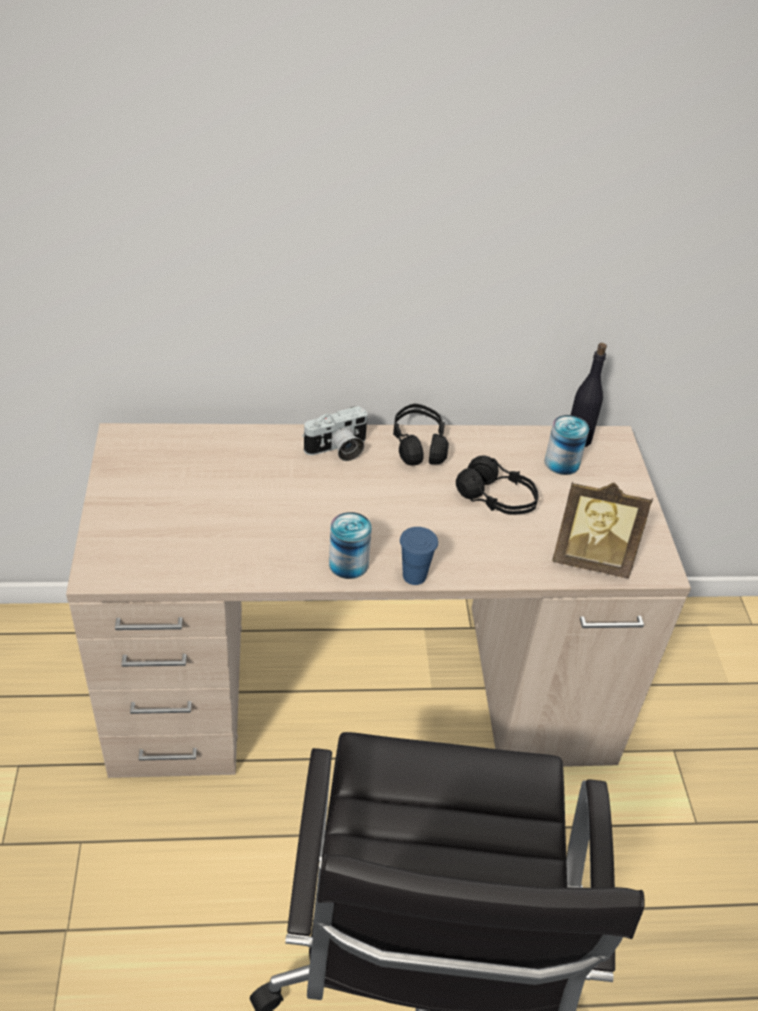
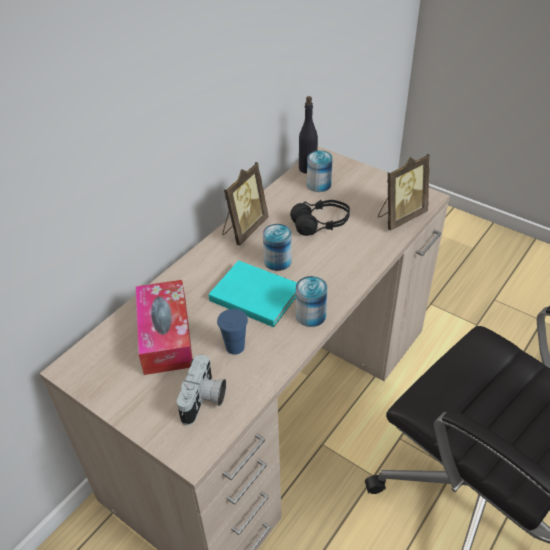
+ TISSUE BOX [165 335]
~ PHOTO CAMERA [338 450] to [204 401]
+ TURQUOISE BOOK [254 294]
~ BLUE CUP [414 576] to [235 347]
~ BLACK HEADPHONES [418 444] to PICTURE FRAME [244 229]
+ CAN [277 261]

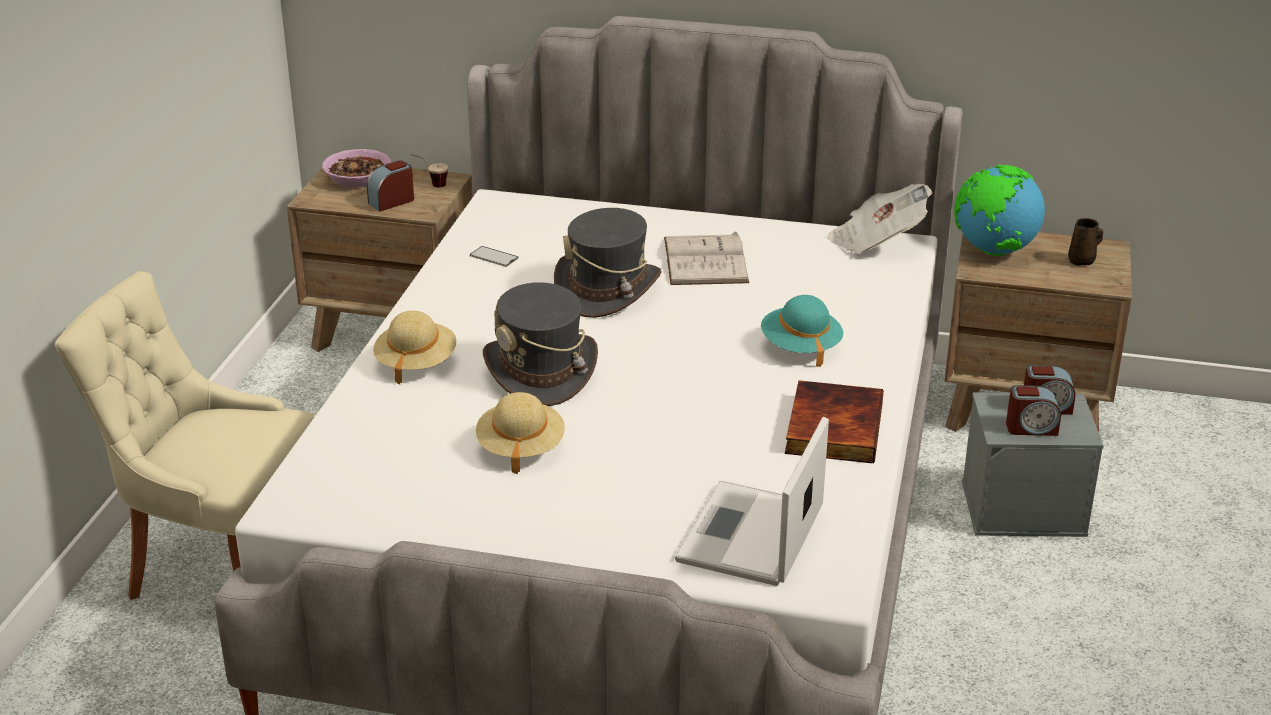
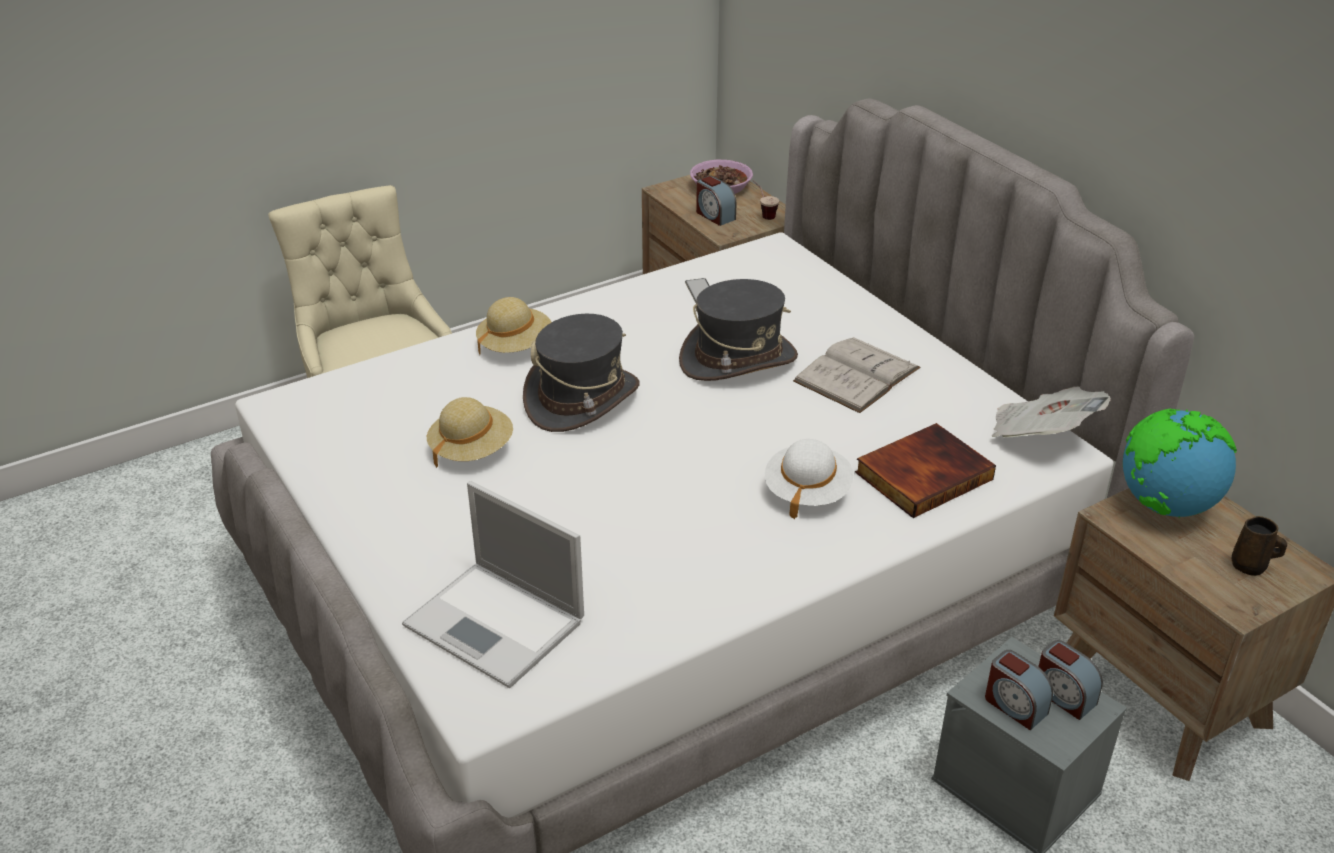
~ LAPTOP [750 537] = [497 624] 120 degrees counterclockwise
~ ALARM CLOCK [392 201] = [714 215] 135 degrees counterclockwise
~ TURQUOISE HAT [800 347] to WHITE HAT [807 492]
~ BOOK [831 427] to [923 474]

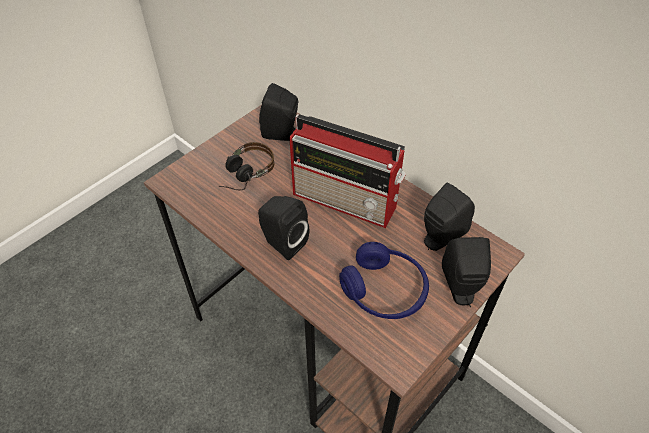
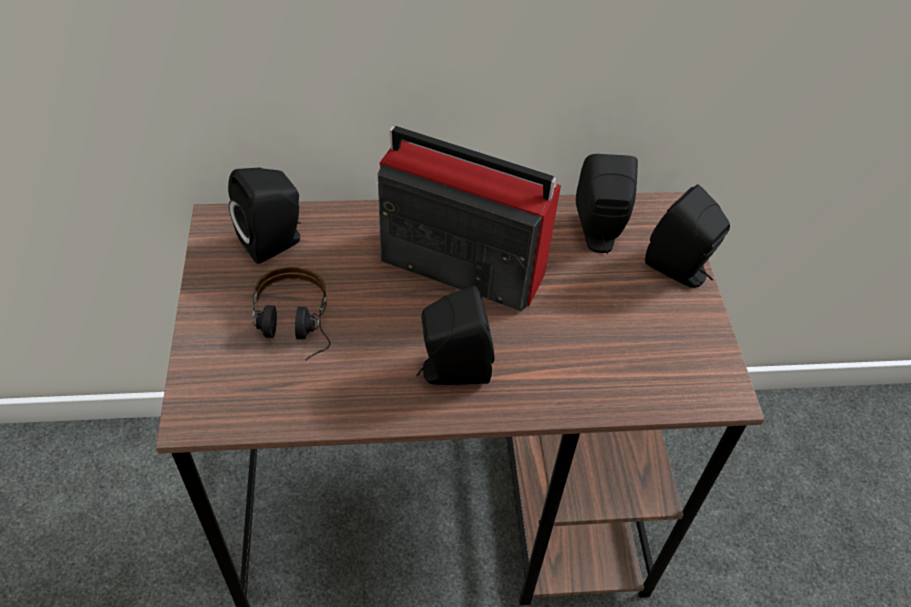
~ RADIO [347 200] = [458 265] 135 degrees counterclockwise
- BLUE HEADPHONES [384 291]

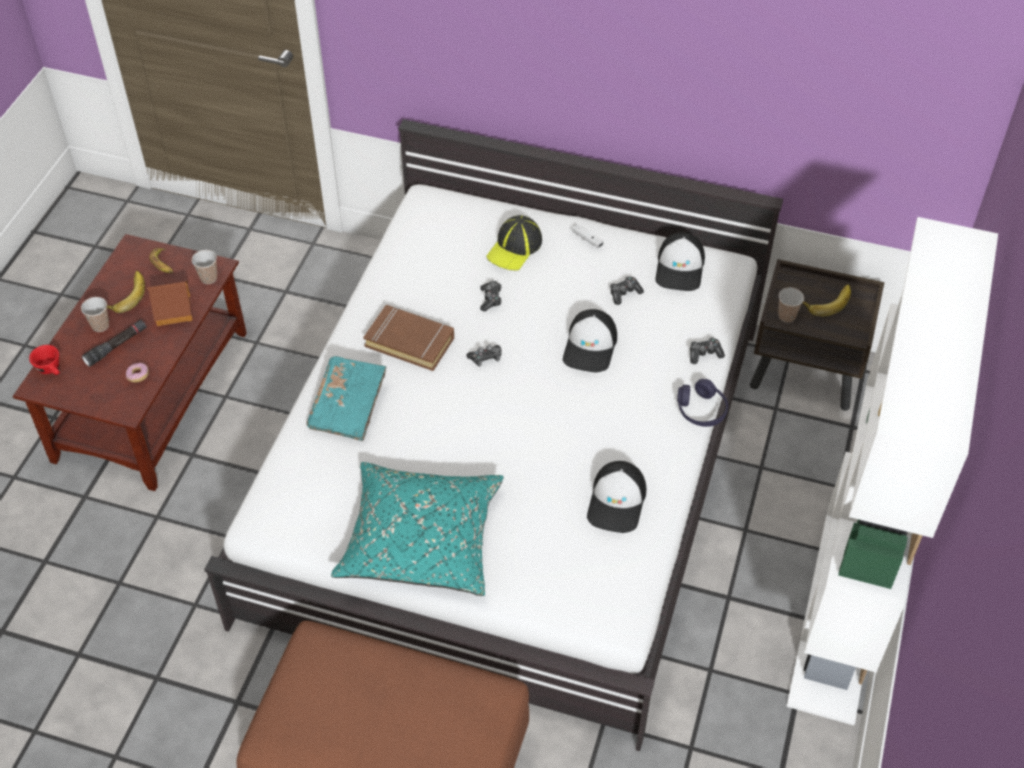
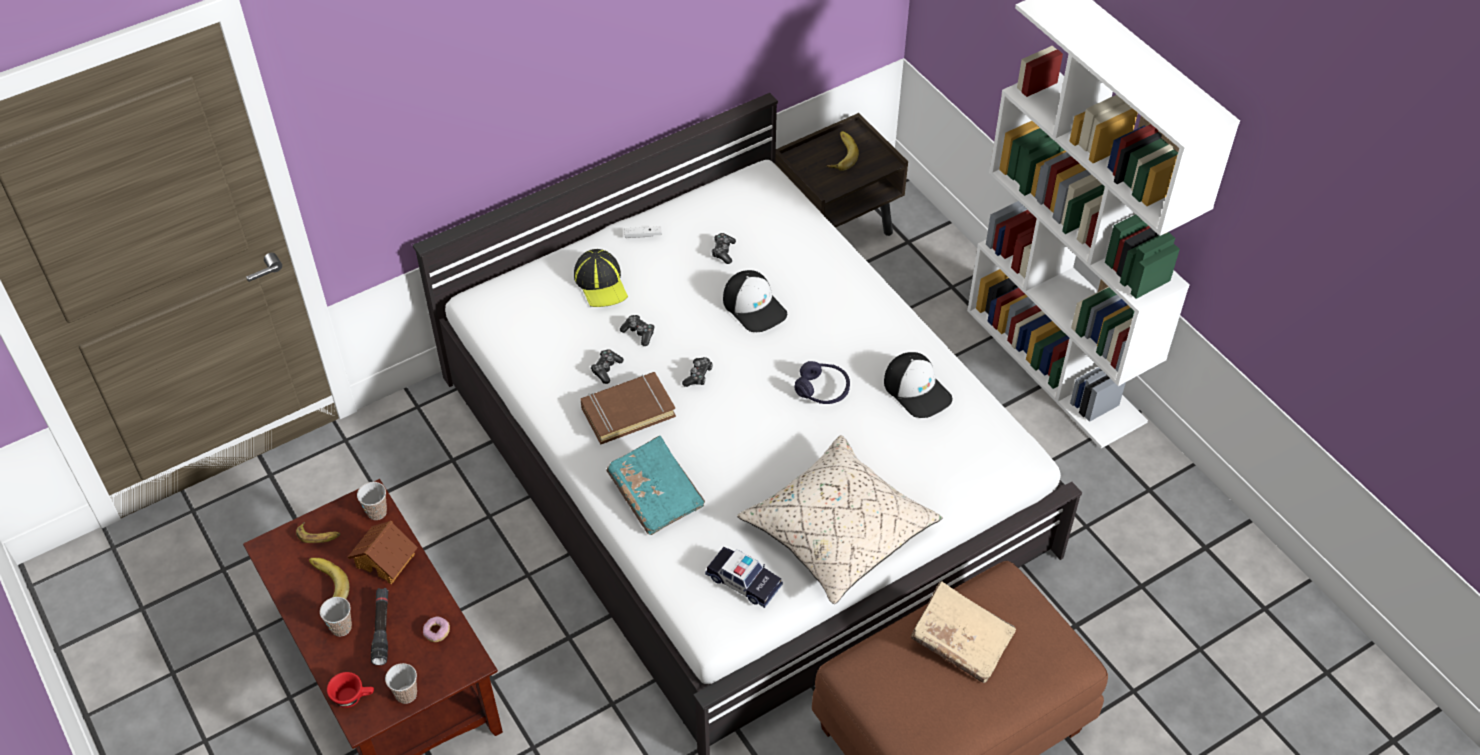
~ CUP [786 316] to [406 694]
~ GAME CONTROLLER [704 354] to [606 369]
+ TOY CAR [743 581]
~ TURQUOISE PILLOW [421 540] to BEIGE PILLOW [837 531]
~ PURPLE HEADPHONES [701 410] to [822 389]
+ BEIGE BOOK [961 640]
- CAP [680 268]

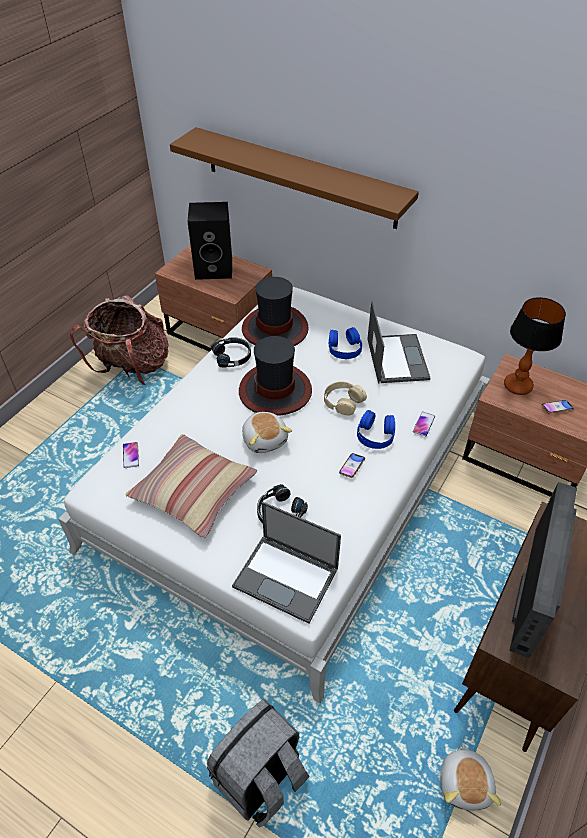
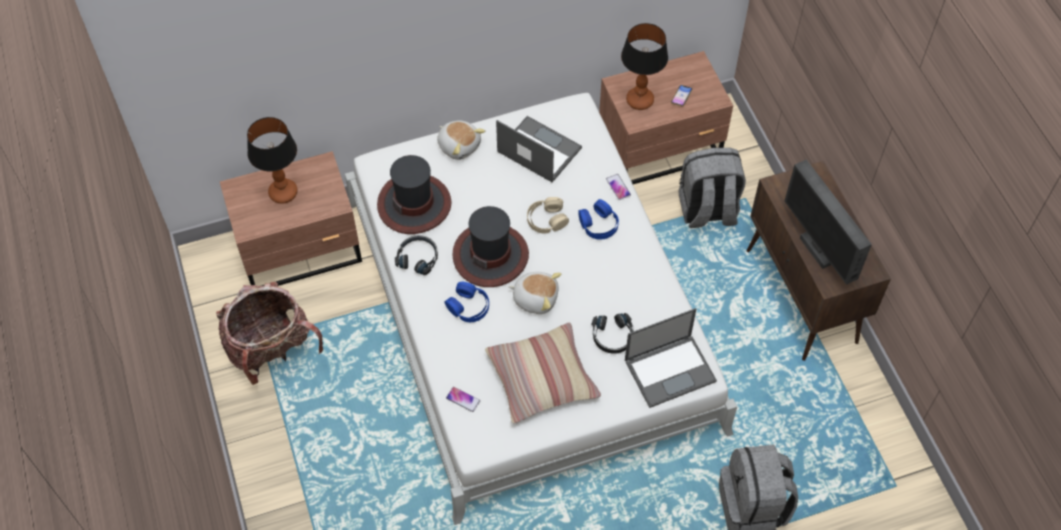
~ BLACK SPEAKER [215 268] to TABLE LAMP [283 192]
~ PLUSH TOY [465 783] to [459 145]
~ BLUE HEADPHONES [344 348] to [468 306]
+ GREY BACKPACK [707 211]
- BROWN SHELF [299 178]
- PHONE [352 467]

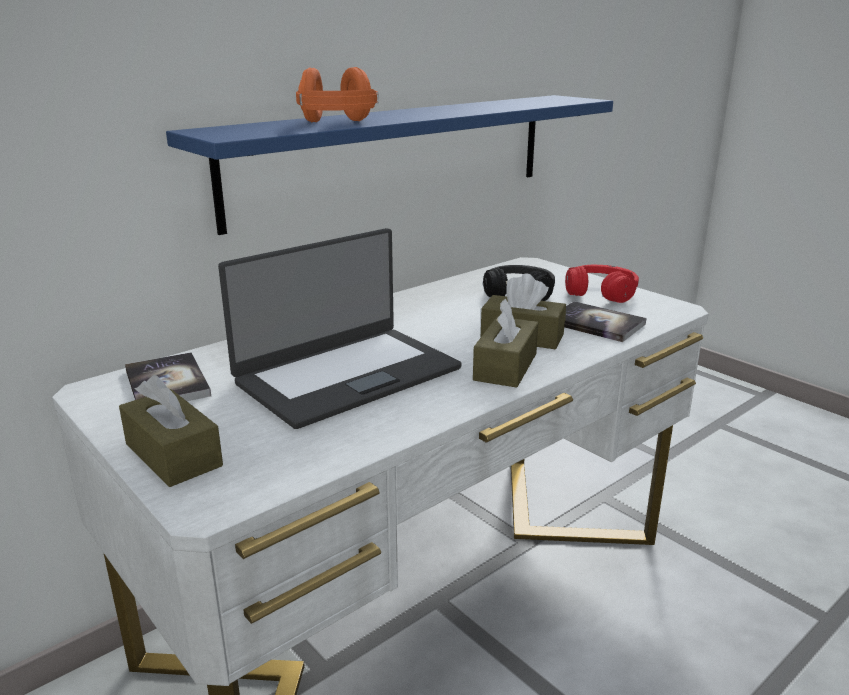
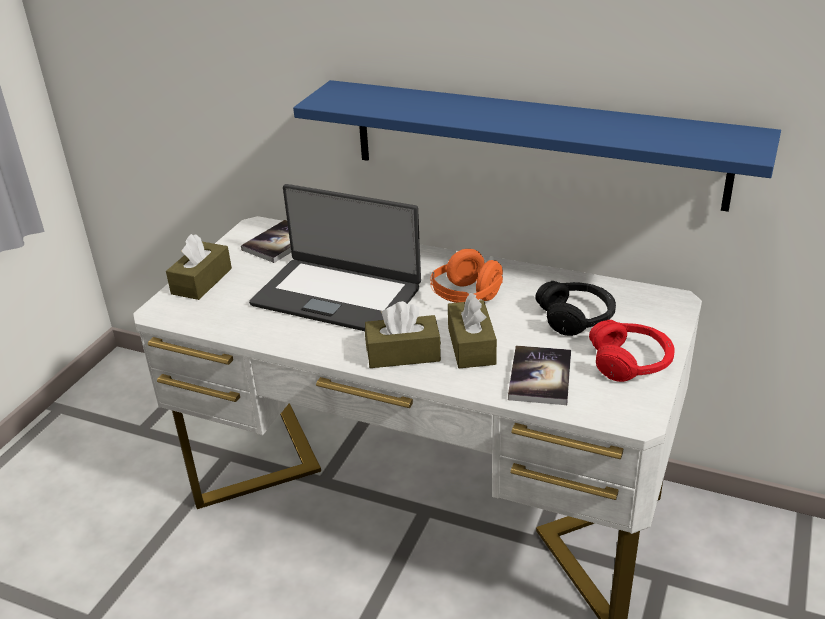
~ ORANGE HEADPHONES [337 124] to [466 297]

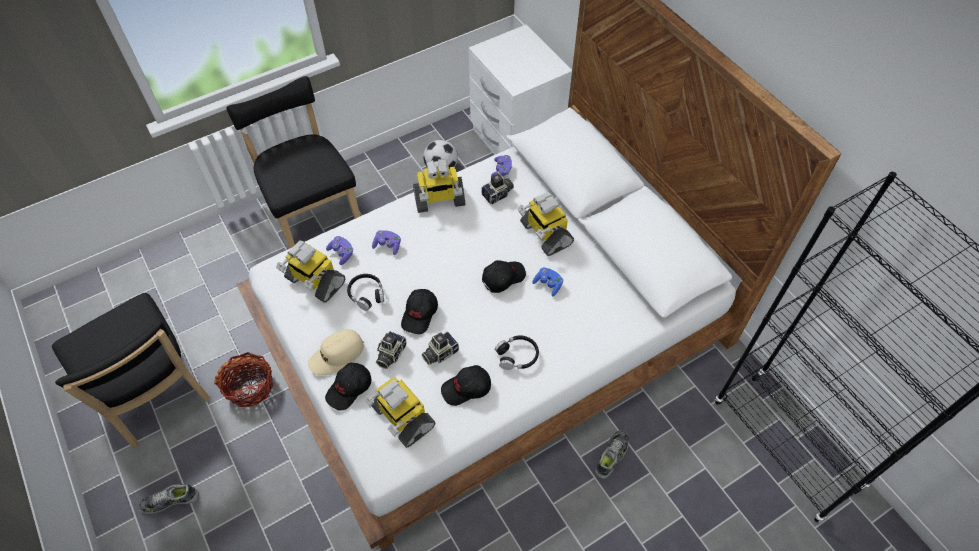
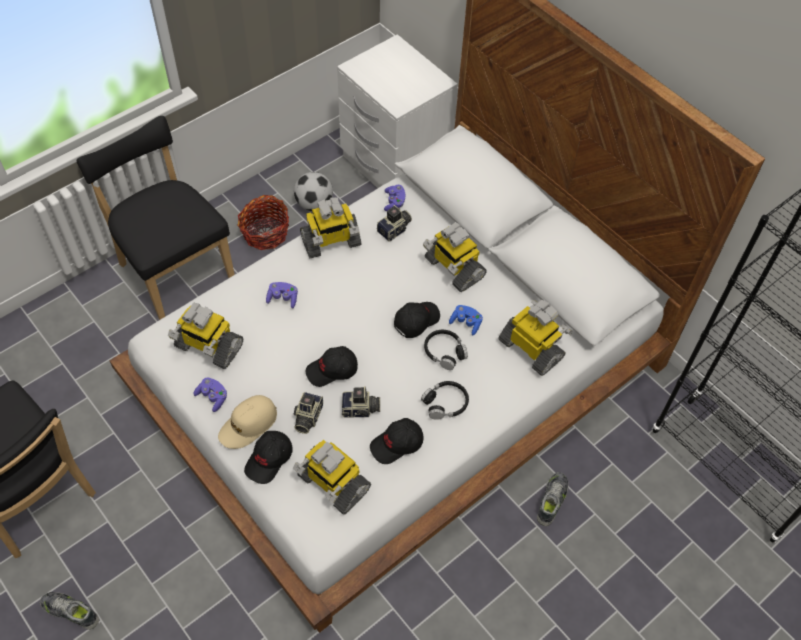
~ SHOE [170 500] = [71 611] 45 degrees clockwise
~ PURPLE GAME CONTROLLER [342 253] to [212 397]
~ BASKET [250 387] to [265 233]
~ BLACK CAP [420 314] = [332 371] 60 degrees clockwise
~ PHOTO CAMERA [439 353] = [361 410] 135 degrees counterclockwise
~ BLACK HEADPHONES [367 294] to [444 352]
+ TOY ROBOT [532 349]

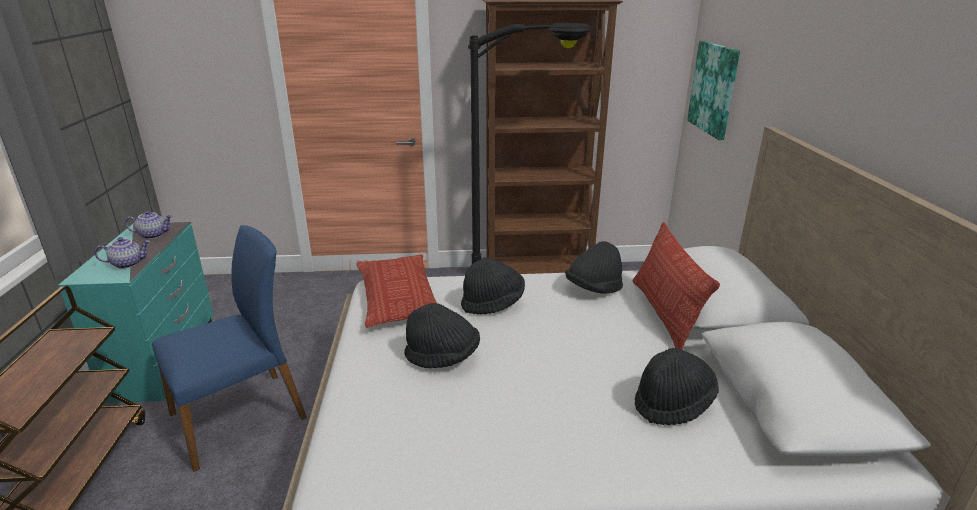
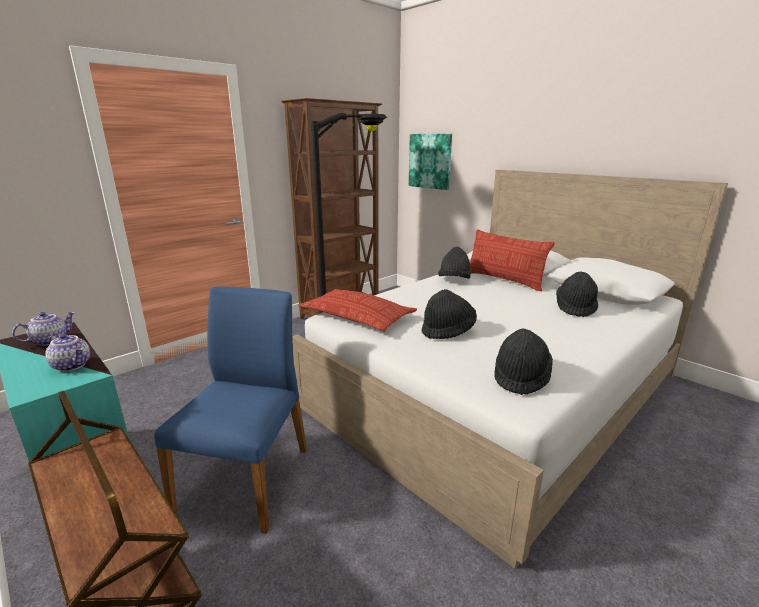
~ TEAPOT [128 264] = [73 365] 90 degrees clockwise
~ BLACK HAT [493 303] to [521 377]

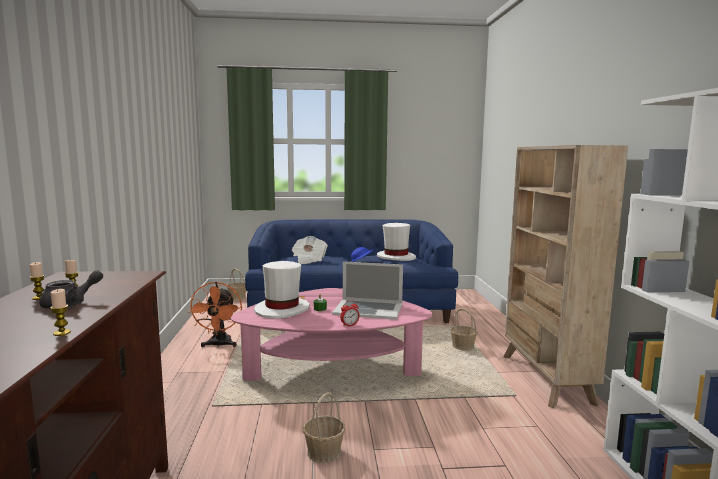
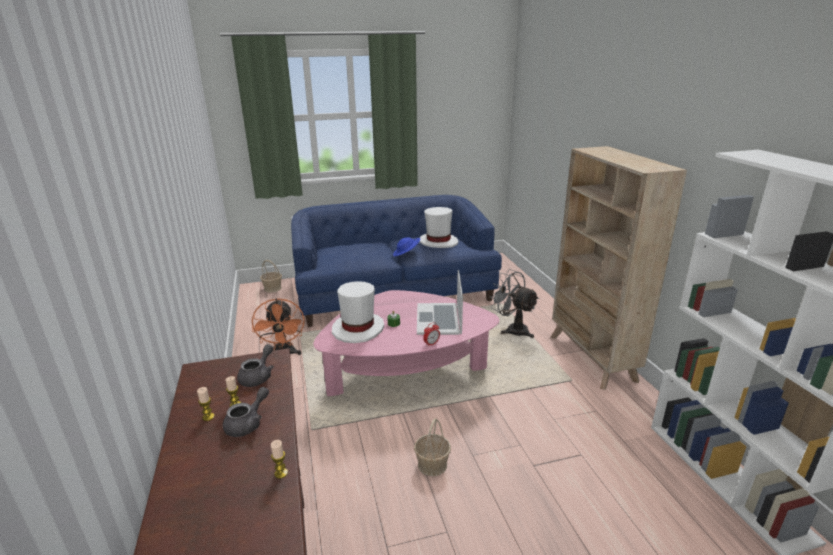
+ GREY TEAPOT [258 376]
~ LAPTOP [368 309] = [439 319] 90 degrees clockwise
~ BASKET [463 347] to GREY FAN [512 329]
- NEWSPAPER [309 260]

